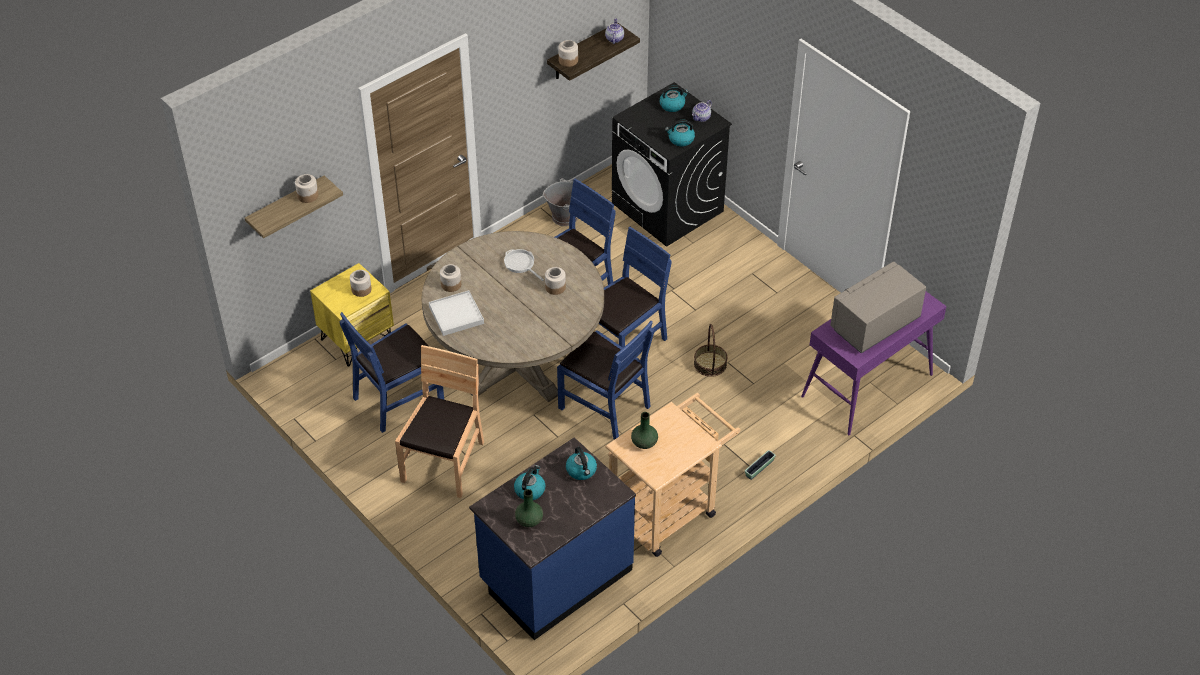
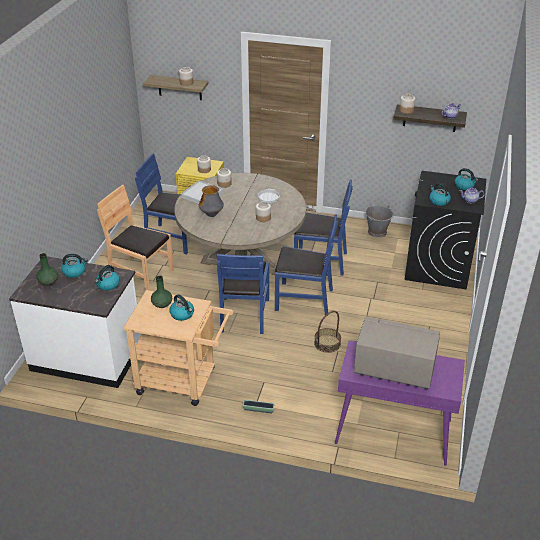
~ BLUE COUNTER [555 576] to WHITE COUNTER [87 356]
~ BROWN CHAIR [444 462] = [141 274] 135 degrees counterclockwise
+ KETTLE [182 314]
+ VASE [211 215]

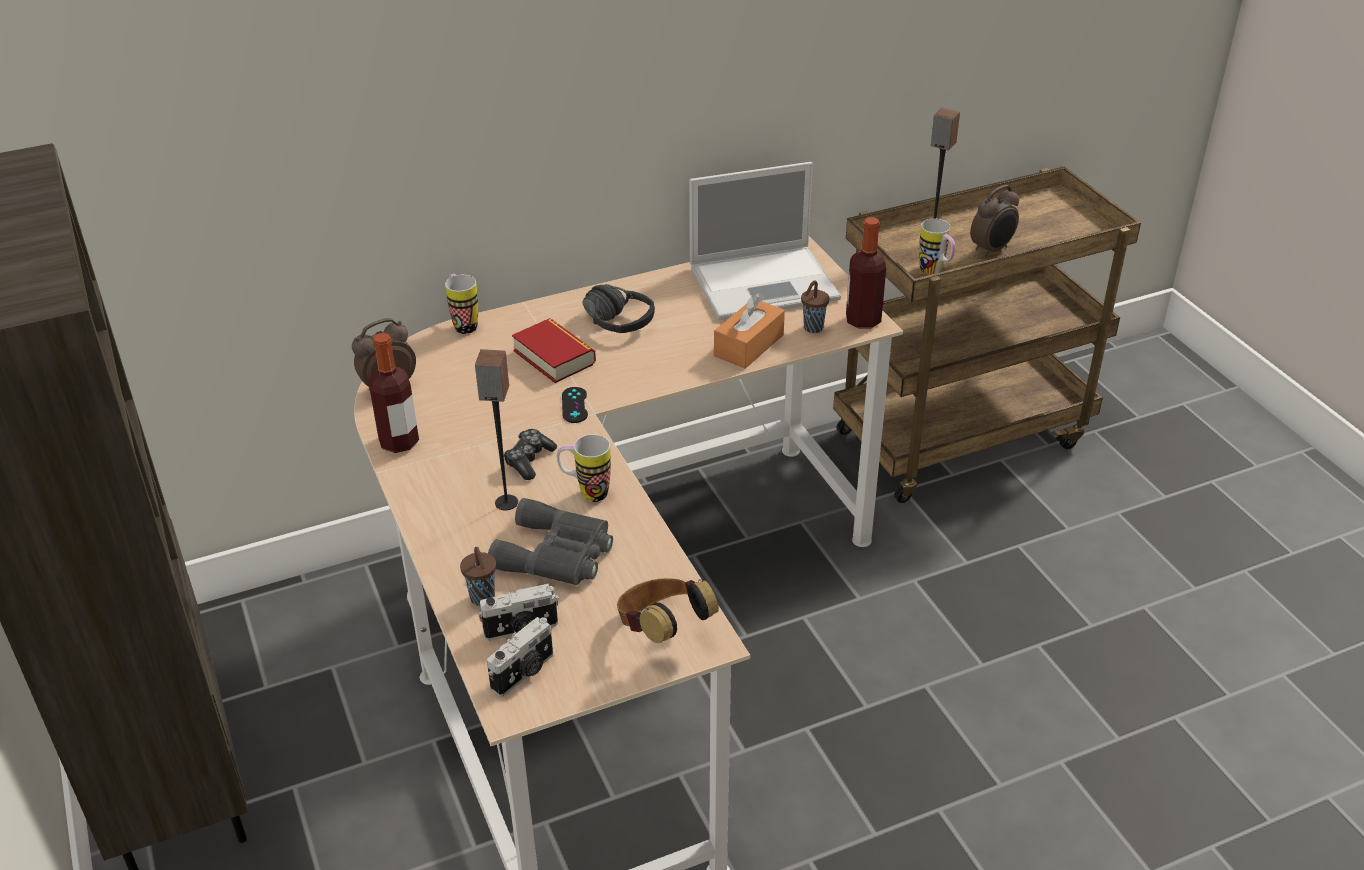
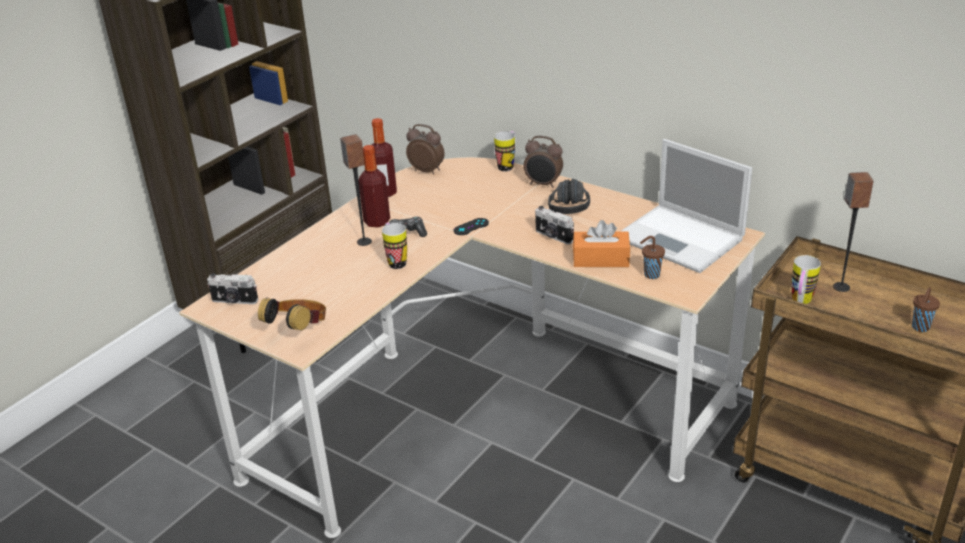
~ BOTTLE [863 320] to [377 221]
~ ALARM CLOCK [992 250] to [543 184]
~ PHOTO CAMERA [521 629] to [553 236]
~ BROWN CUP [483 599] to [920 328]
- GREY BINOCULARS [557 554]
- BOOK [554 357]

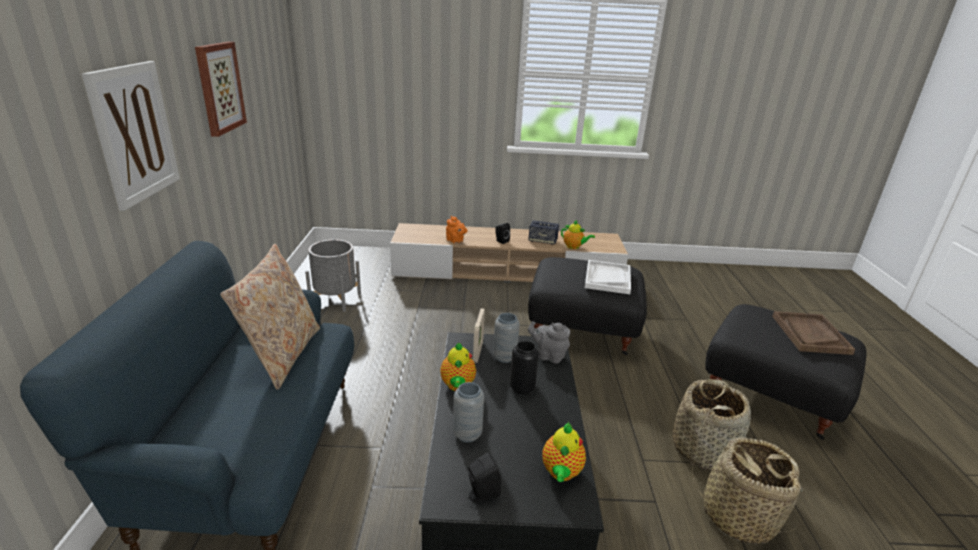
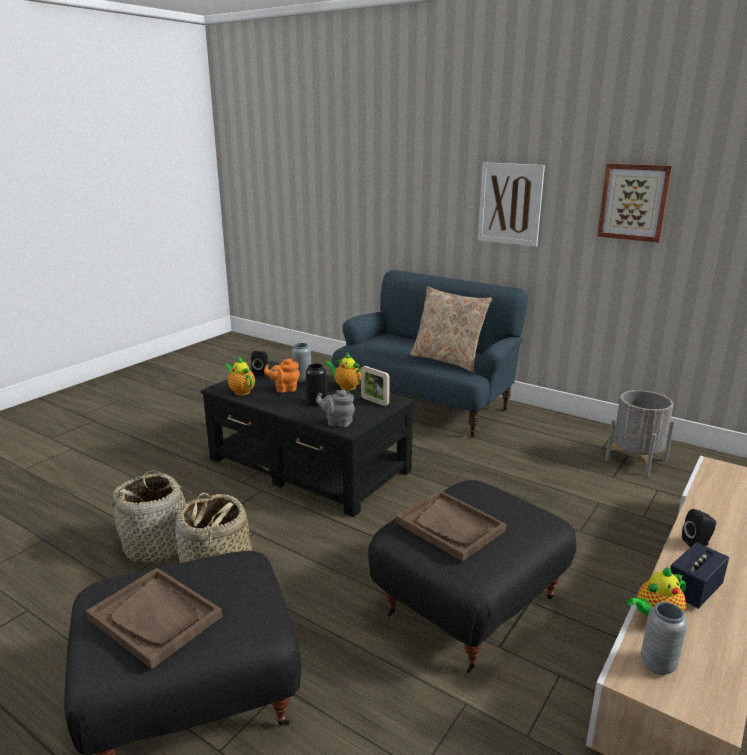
~ ORANGE TEAPOT [455 241] to [284 389]
~ GREY TEAPOT [548 356] = [337 423] 135 degrees counterclockwise
~ WHITE TRAY [607 278] to BROWN TRAY [450 526]
~ GREY VASE [504 357] to [657 664]

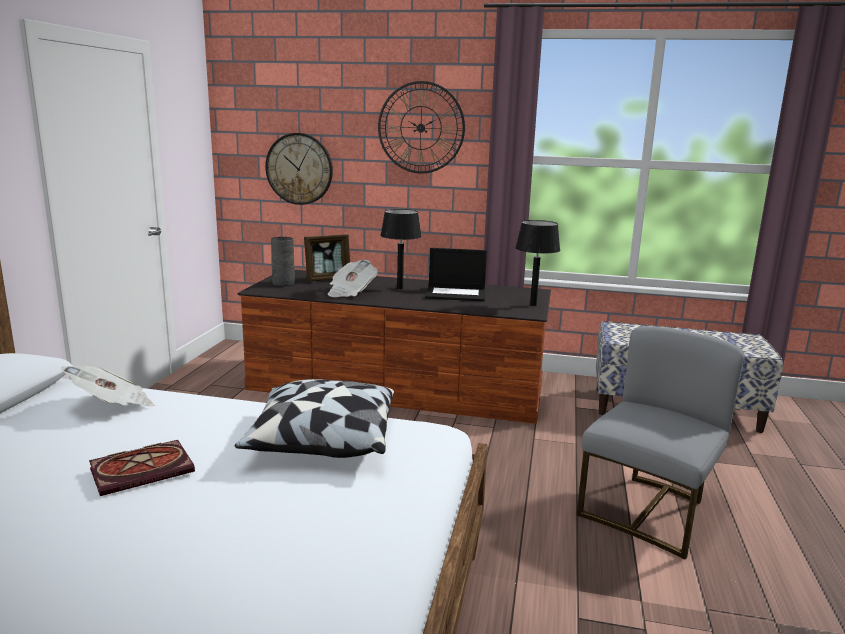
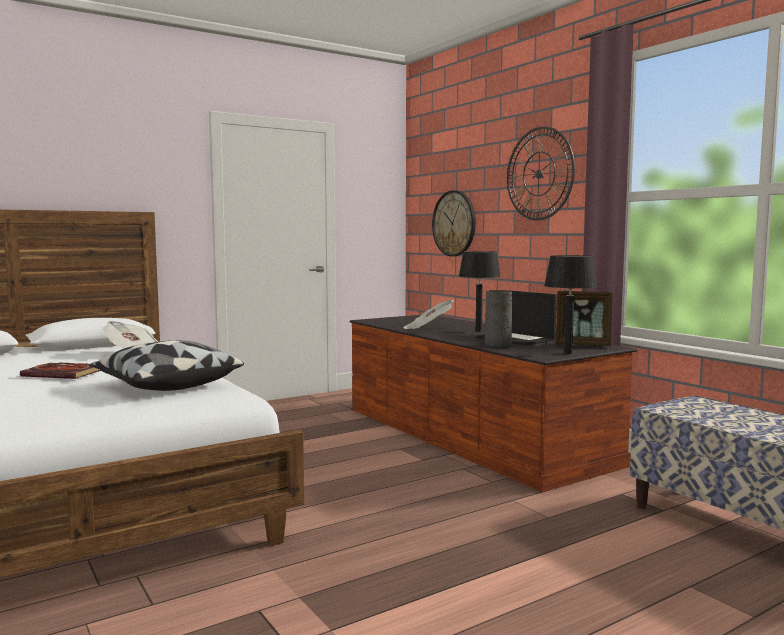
~ GREY VASE [283 283] to [497 345]
~ PICTURE FRAME [328 279] to [583 345]
- GREY CHAIR [649 511]

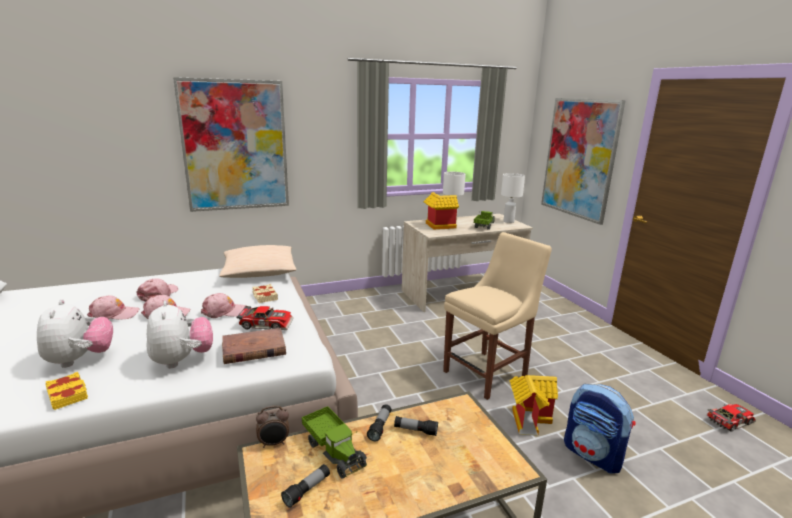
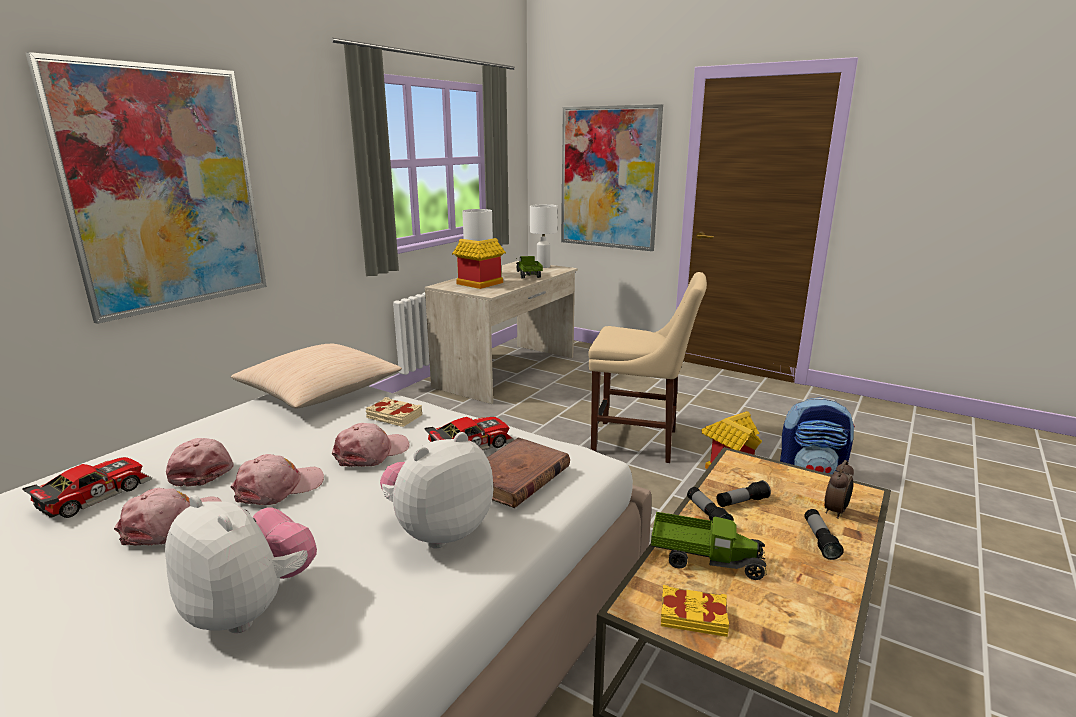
~ TOY CAR [728 420] to [92 494]
~ PLUSH TOY [182 360] = [438 531] 75 degrees counterclockwise
~ BEIGE CHAIR [488 373] = [640 442] 90 degrees clockwise
~ YELLOW BOOK [68 394] to [693 615]
~ FLASHLIGHT [307 490] to [820 540]
~ ALARM CLOCK [274 443] to [836 511]

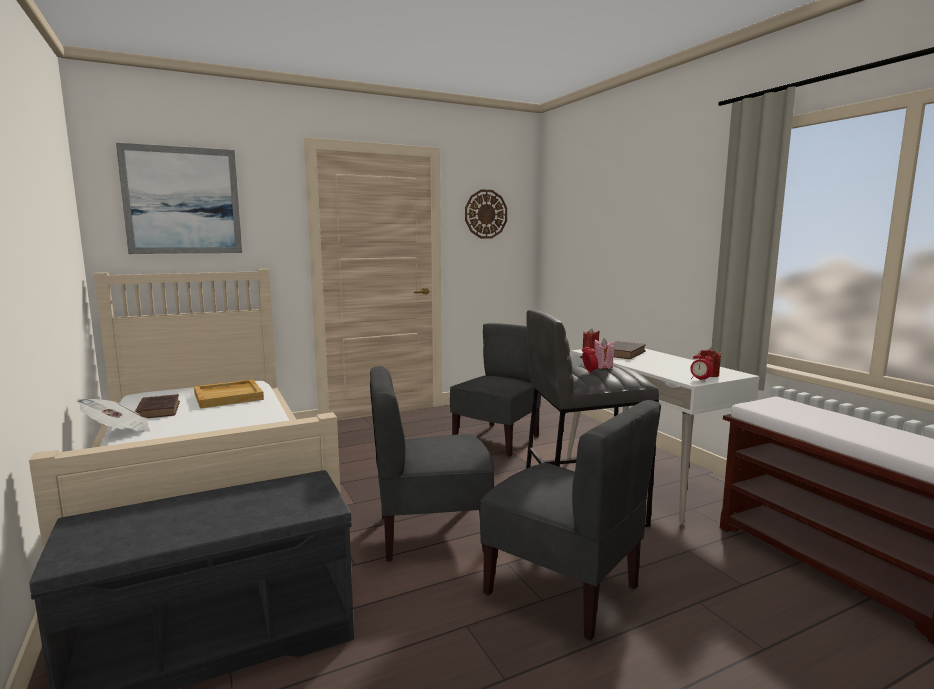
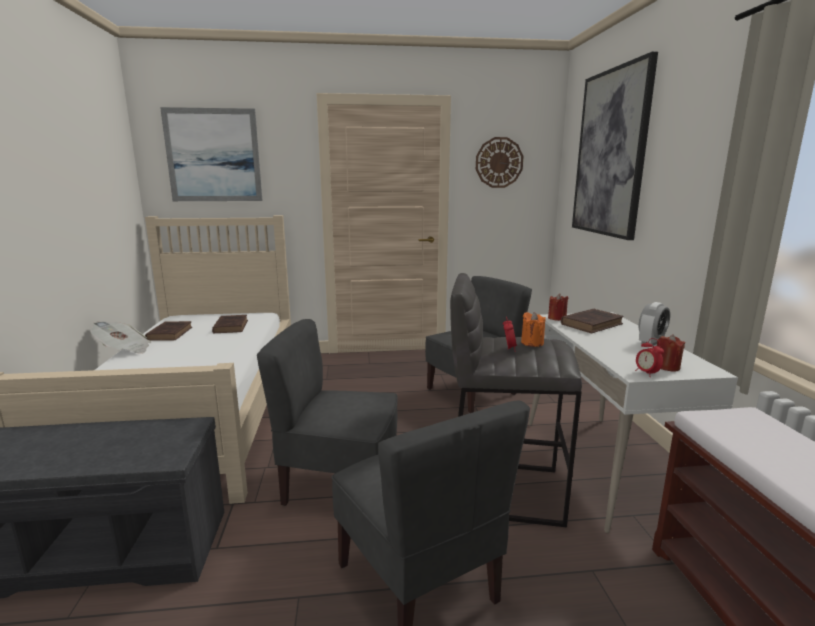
~ BEIGE TRAY [229 396] to BROWN BOOK [231 326]
~ PINK CANDLE [602 366] to ORANGE CANDLE [532 343]
+ PICTURE [610 153]
+ ALARM CLOCK [651 342]

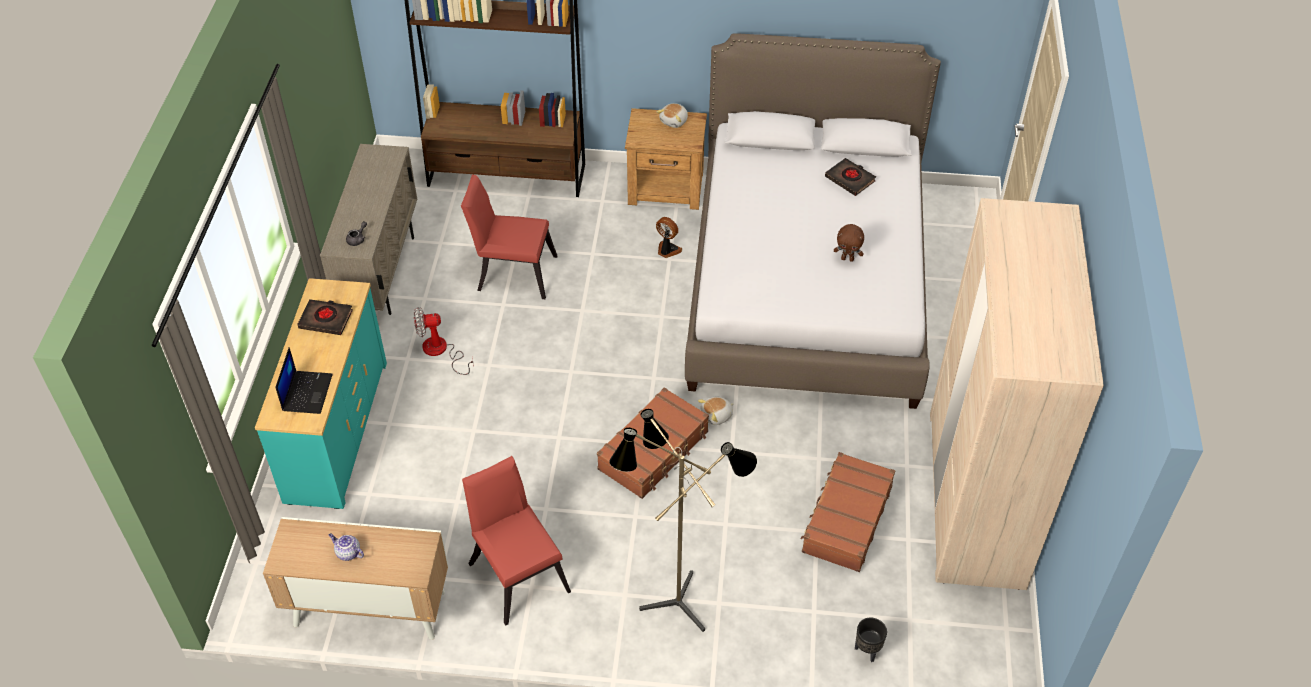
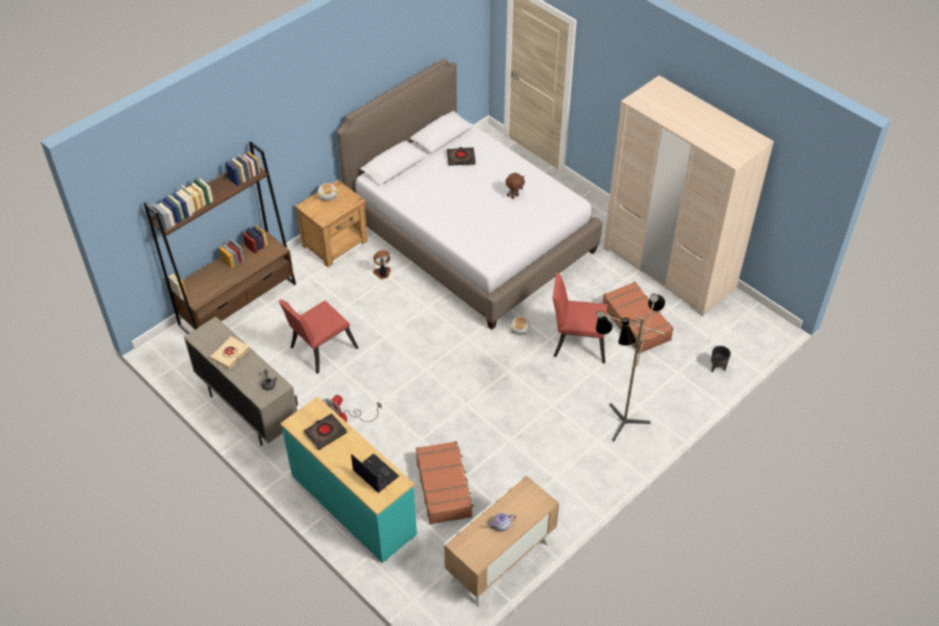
+ BEIGE BOOK [230 355]
~ BROWN SUITCASE [654 451] to [444 487]
~ RED CHAIR [517 572] to [576 341]

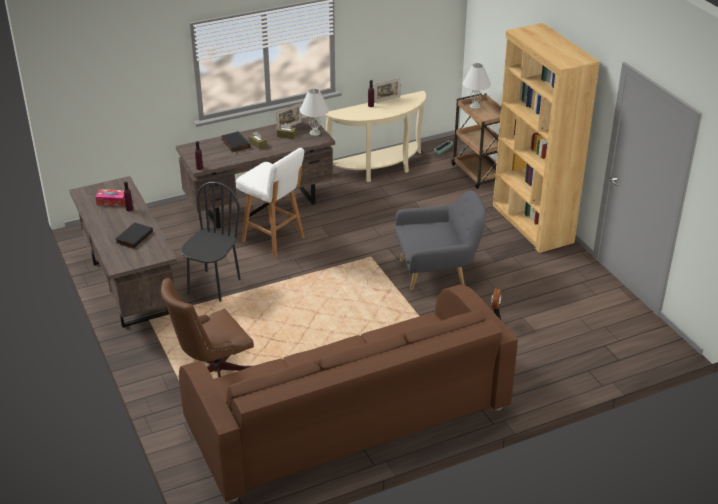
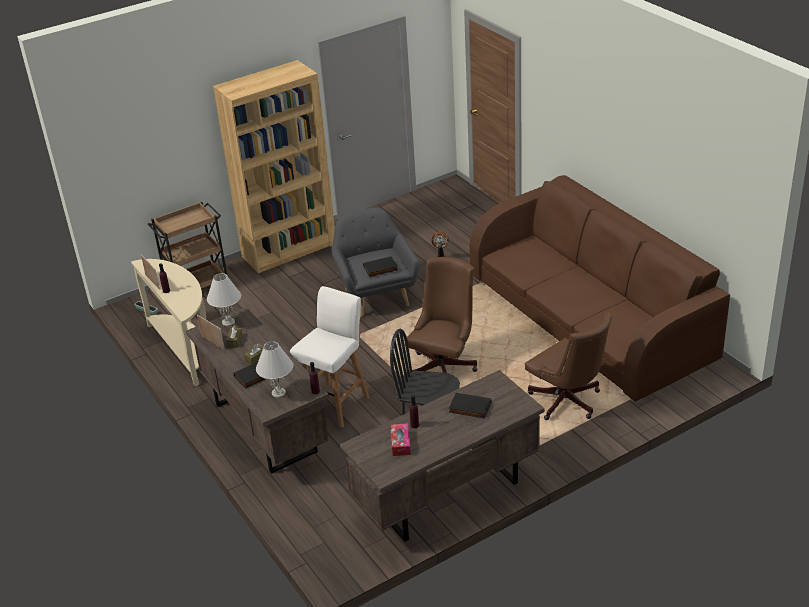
~ WHITE TABLE LAMP [475 106] to [278 393]
+ BLACK BOOK [380 269]
+ BROWN OFFICE CHAIR [444 365]

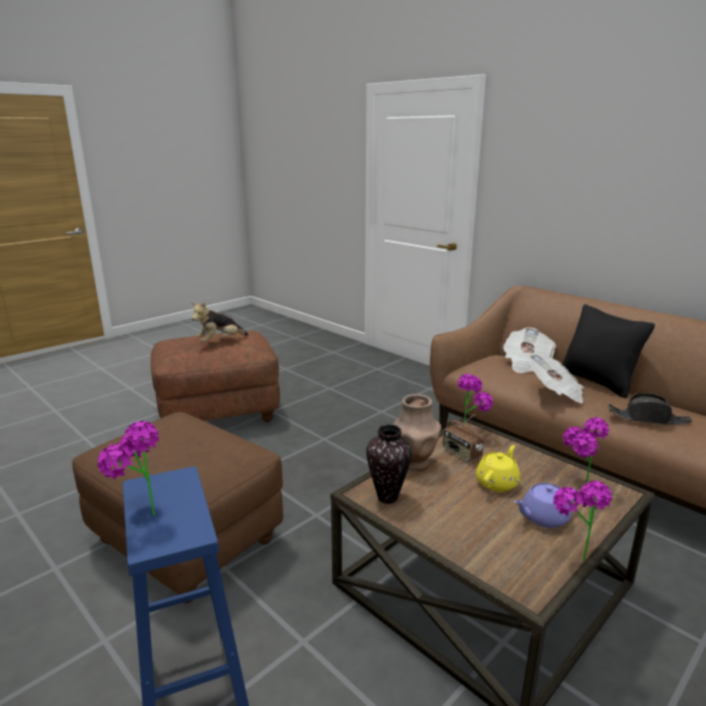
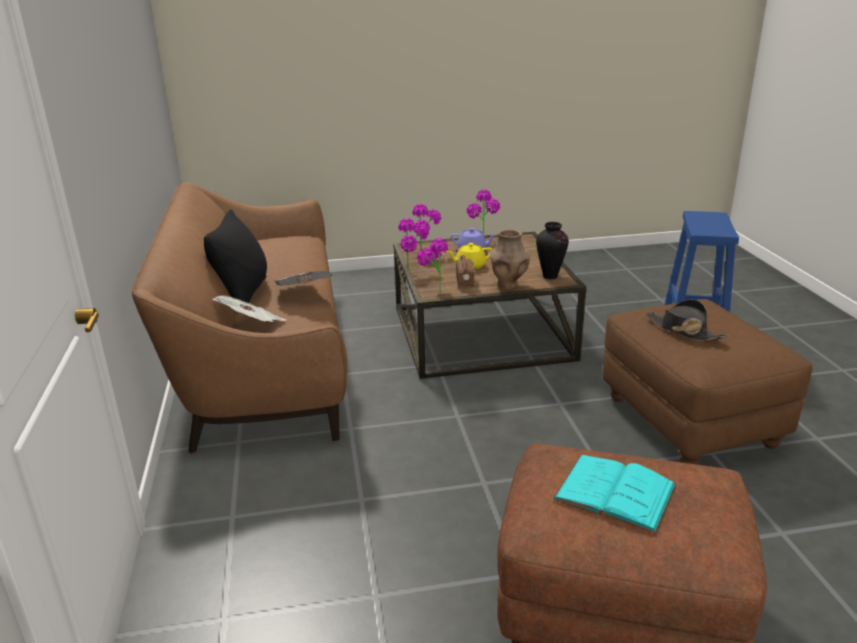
~ POTTED PLANT [140 516] to [414 271]
~ PLUSH TOY [220 341] to TURQUOISE BOOK [615 492]
~ BLACK HAT [648 418] to [683 330]

